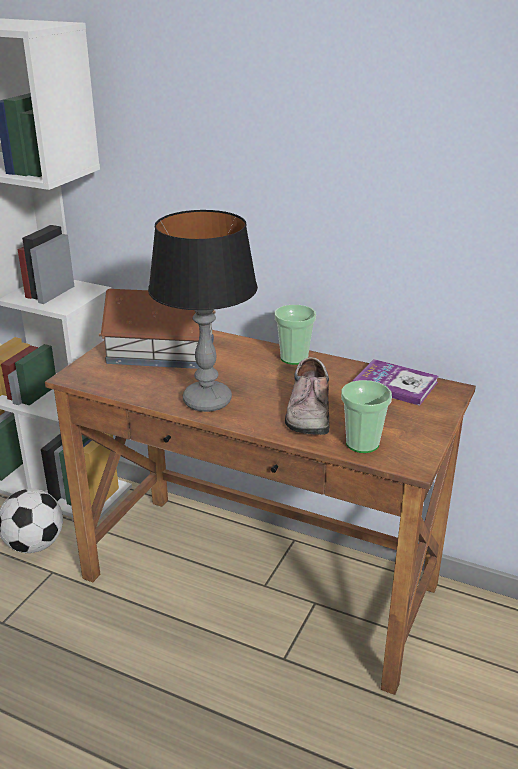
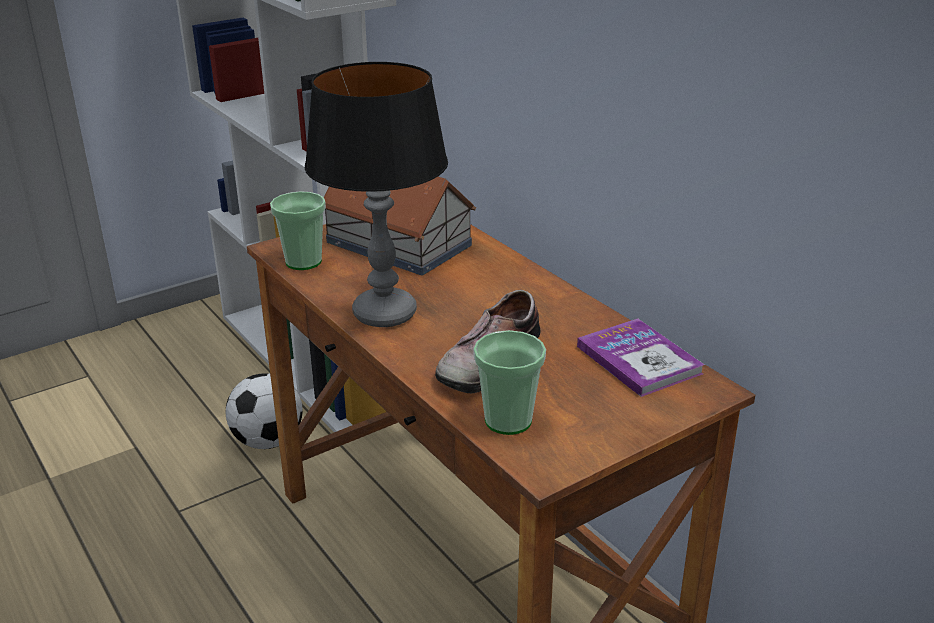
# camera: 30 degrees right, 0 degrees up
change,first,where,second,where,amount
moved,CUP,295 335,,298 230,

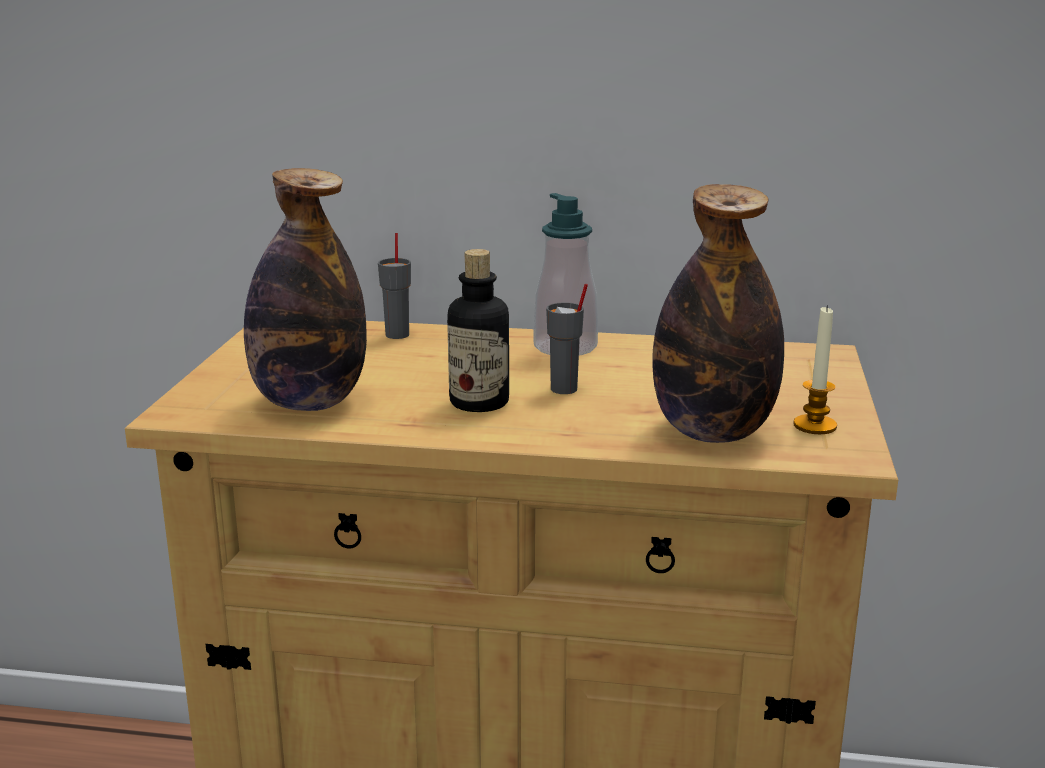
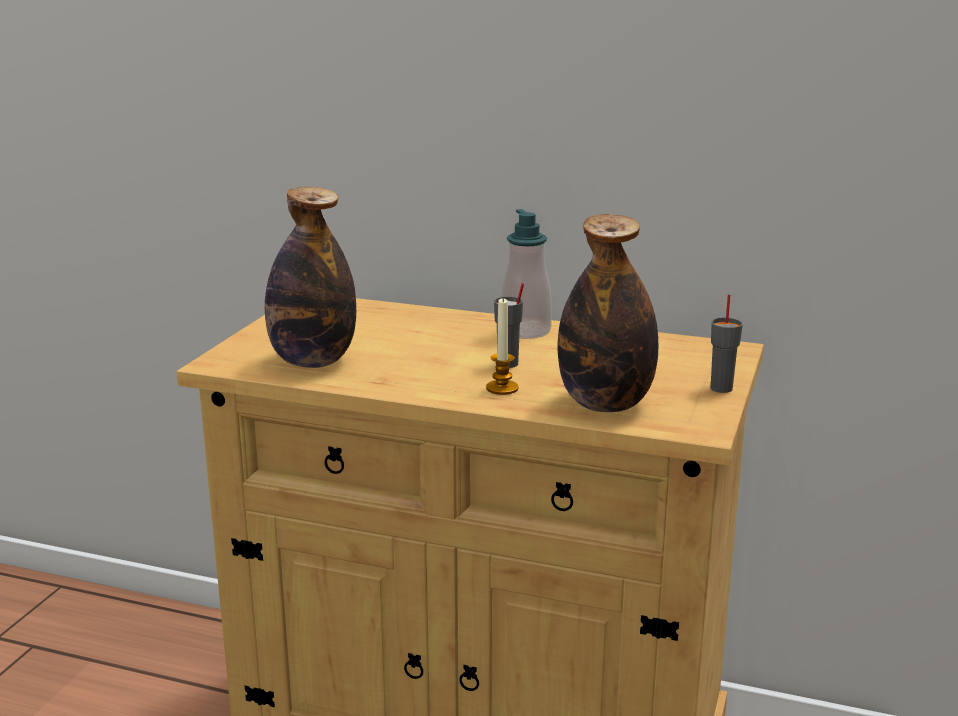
# camera: 10 degrees right, 0 degrees up
change,first,where,second,where,amount
moved,GREY CUP,394 286,,727 344,
removed,BOTTLE,478 330,,,
moved,CANDLE,815 369,,502 346,

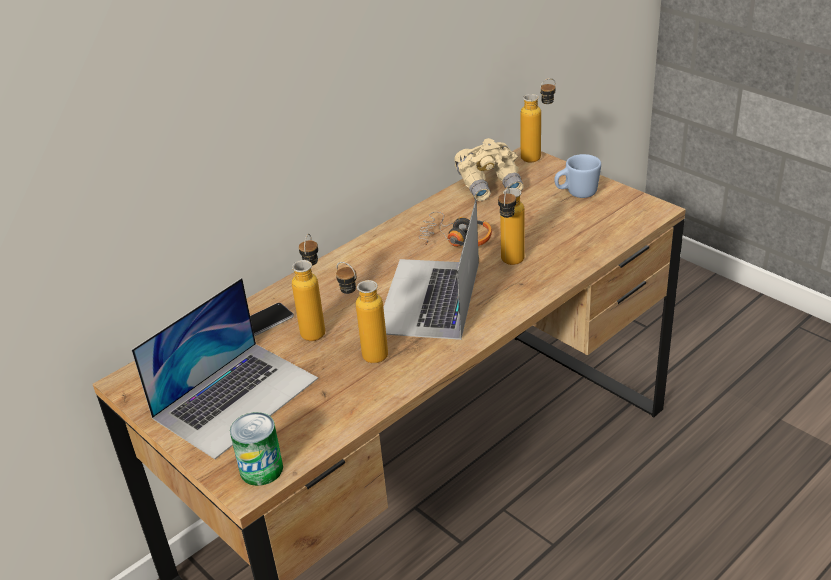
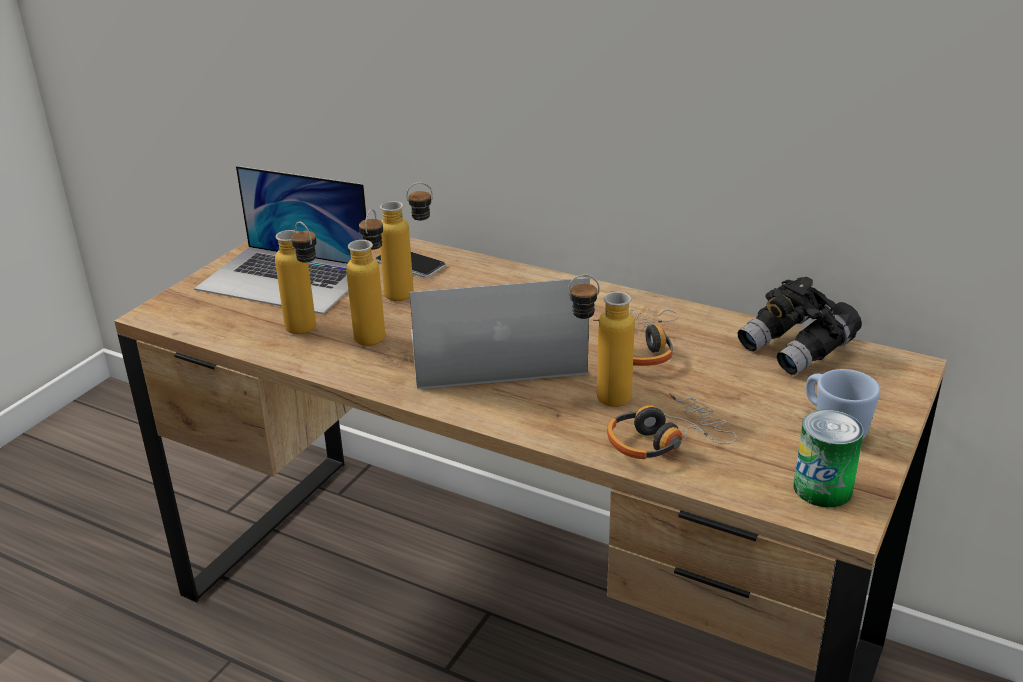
# camera: 70 degrees right, 5 degrees down
change,first,where,second,where,amount
moved,CAN,256 449,,828 458,
recoloured,BEIGE BINOCULARS,489 169,BLACK BINOCULARS,799 326,
moved,BOTTLE,538 120,,296 277,
added,,,HEADPHONES,672 426,

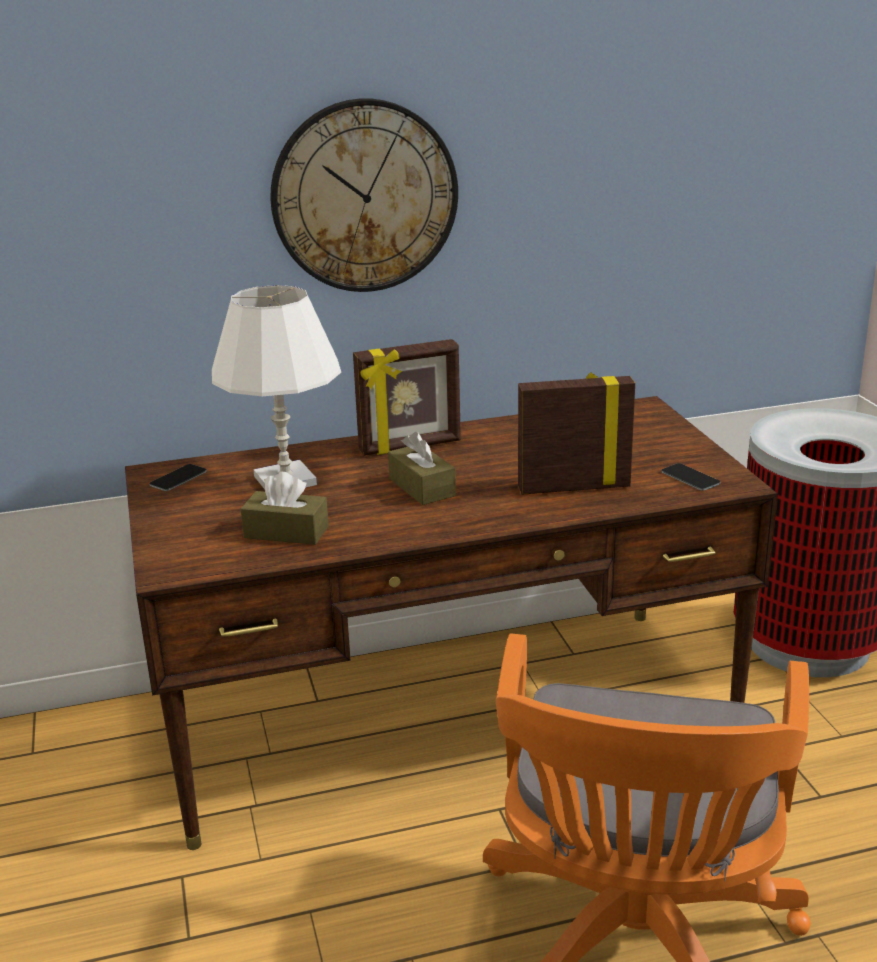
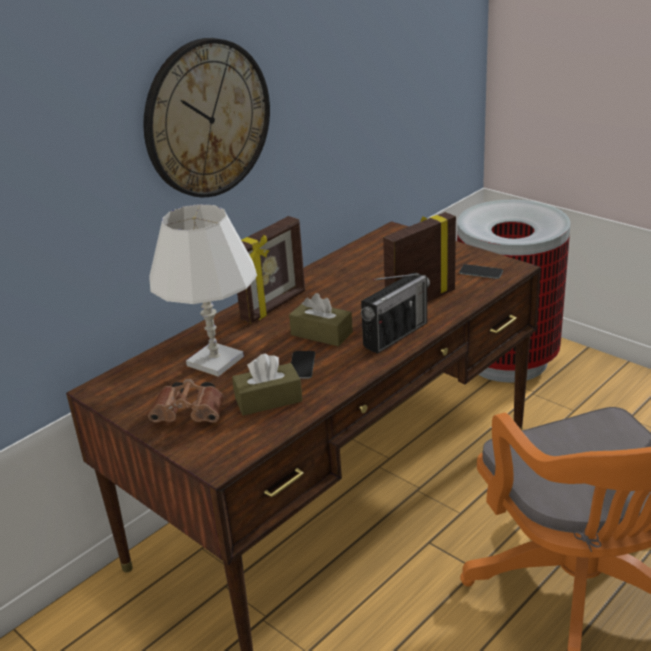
# camera: 30 degrees left, 5 degrees up
change,first,where,second,where,amount
moved,PHONE,178 477,,303 365,
added,,,BROWN BINOCULARS,186 401,
added,,,RADIO,395 313,

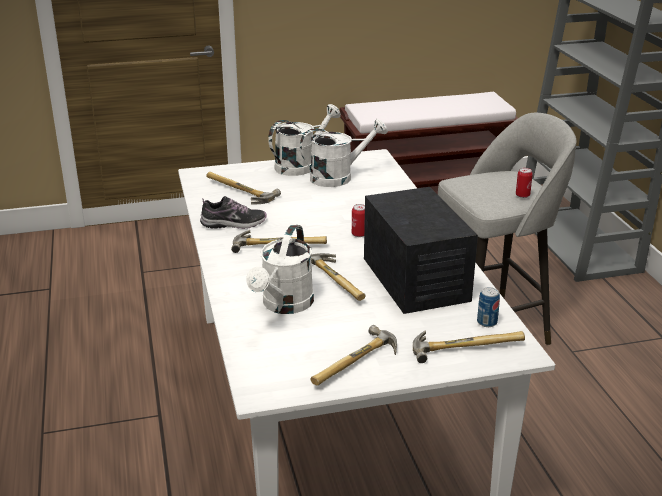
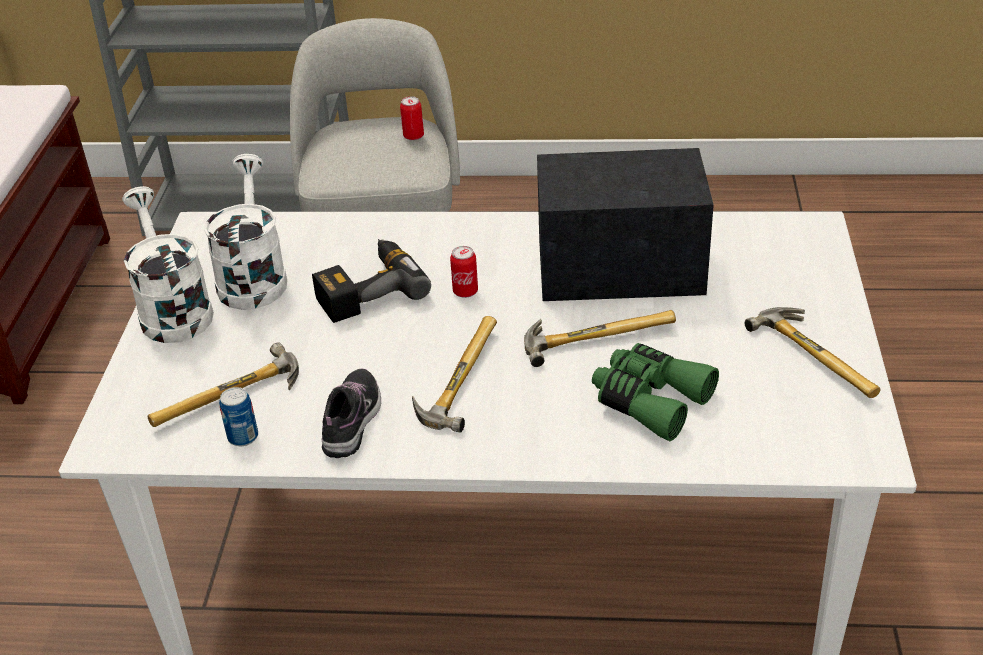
# camera: 70 degrees left, 10 degrees up
change,first,where,second,where,amount
replaced,WHITE WATERING CAN,280 269,GREEN BINOCULARS,655 392,
removed,HAMMER,469 346,,,
moved,CAN,488 307,,238 416,
added,,,POWER DRILL,371 281,

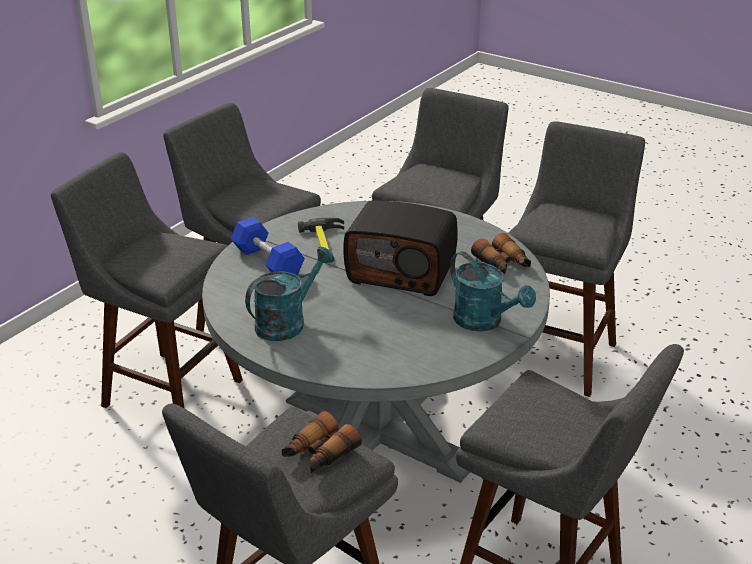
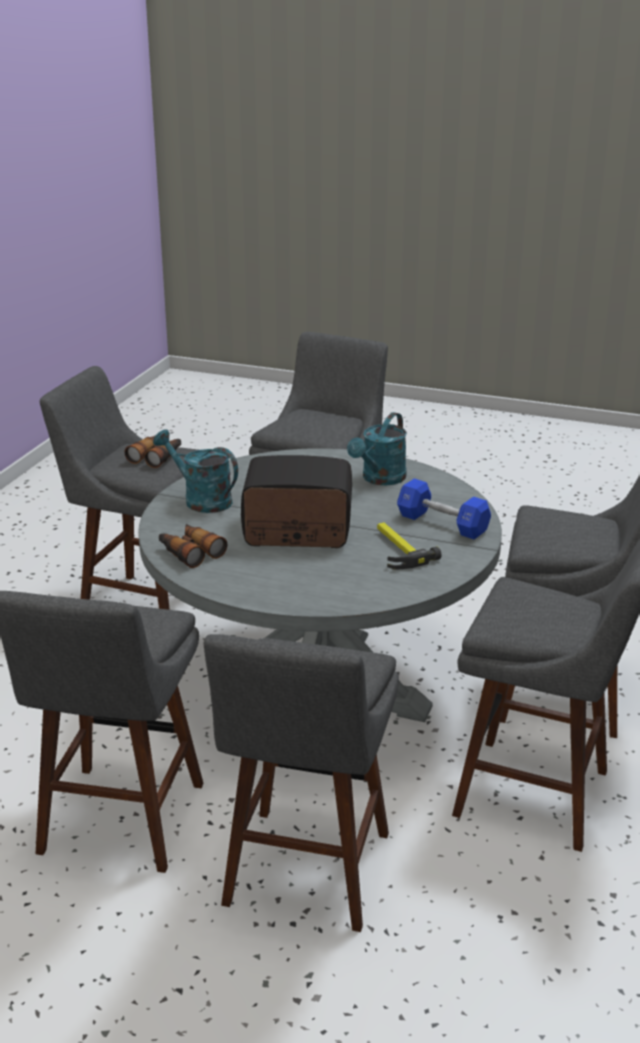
# camera: 165 degrees right, 5 degrees down
change,first,where,second,where,amount
moved,BINOCULARS,322 442,,153 451,

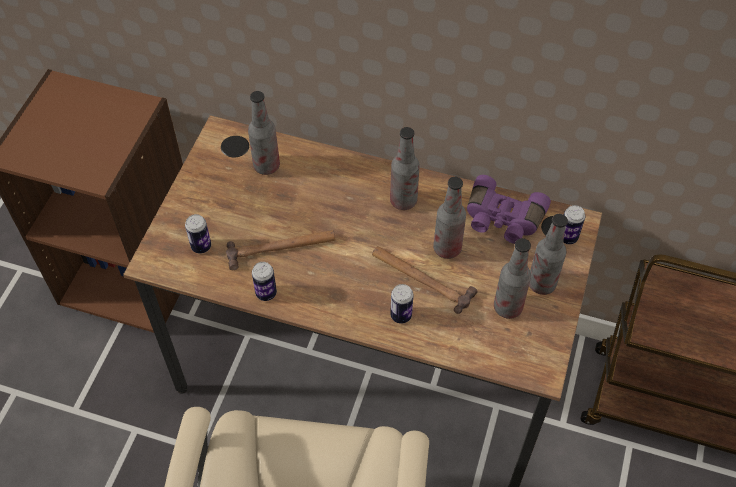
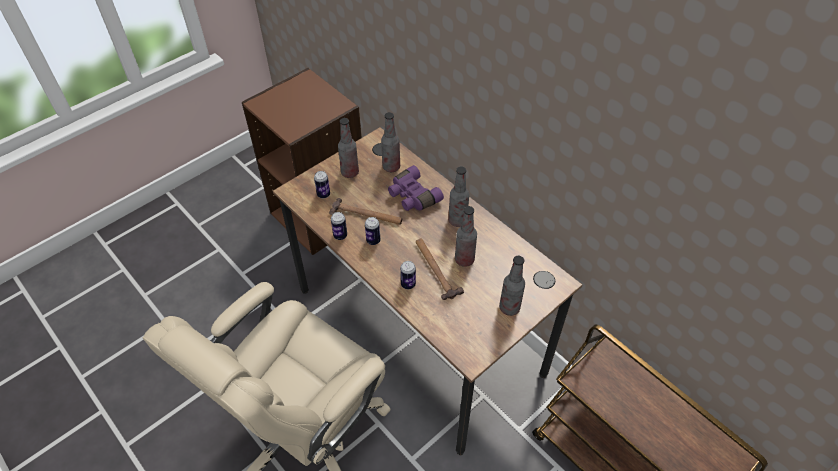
# camera: 30 degrees right, 5 degrees down
change,first,where,second,where,amount
moved,PURPLE BINOCULARS,509 209,,416 188,
moved,BOTTLE,512 278,,348 148,
moved,CAN,574 224,,372 231,

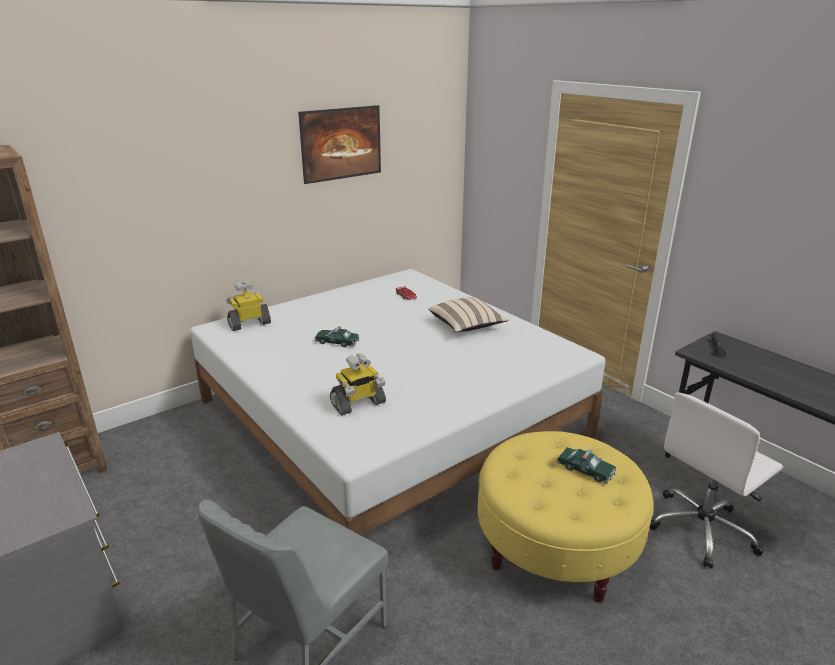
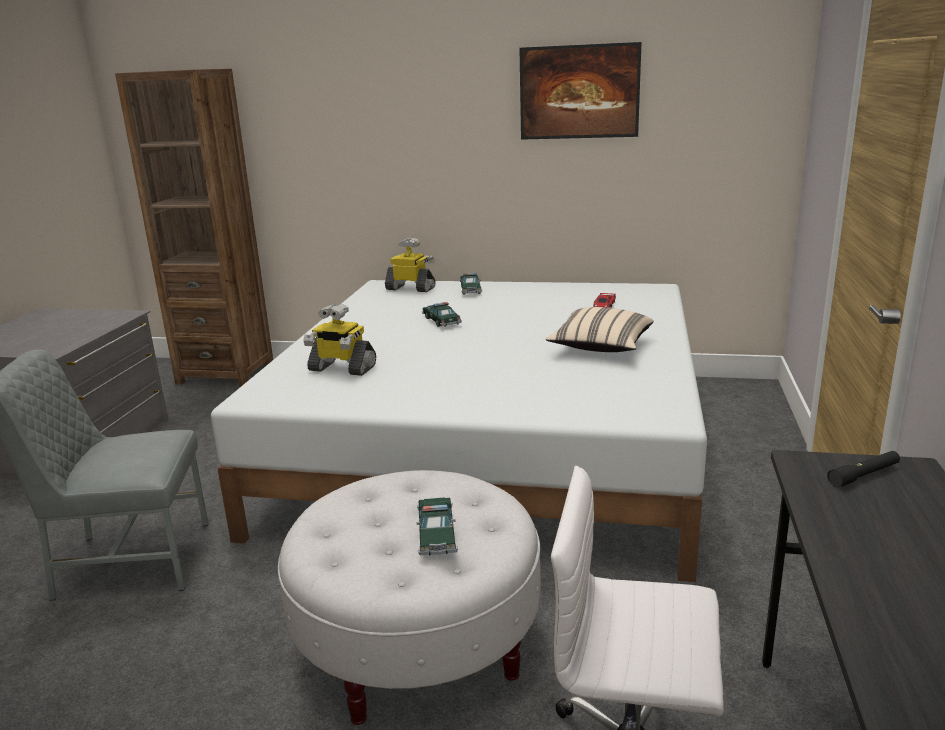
# camera: 50 degrees right, 5 degrees down
change,first,where,second,where,amount
recoloured,YELLOW OTTOMAN,566 517,WHITE OTTOMAN,409 597,
added,,,TOY CAR,471 284,

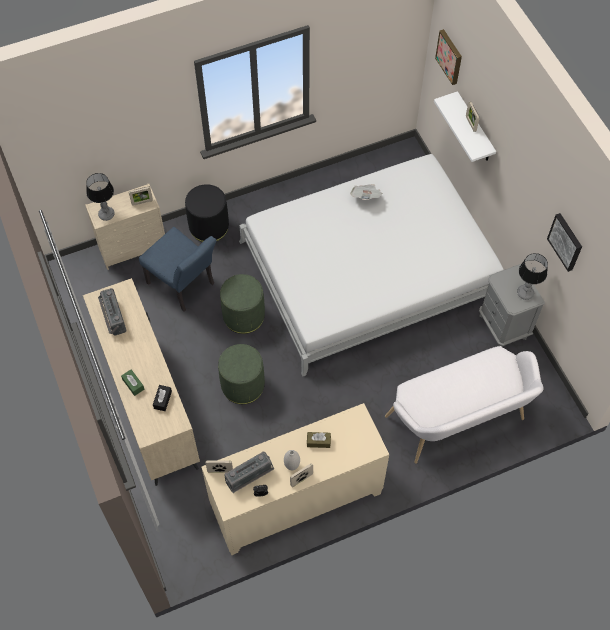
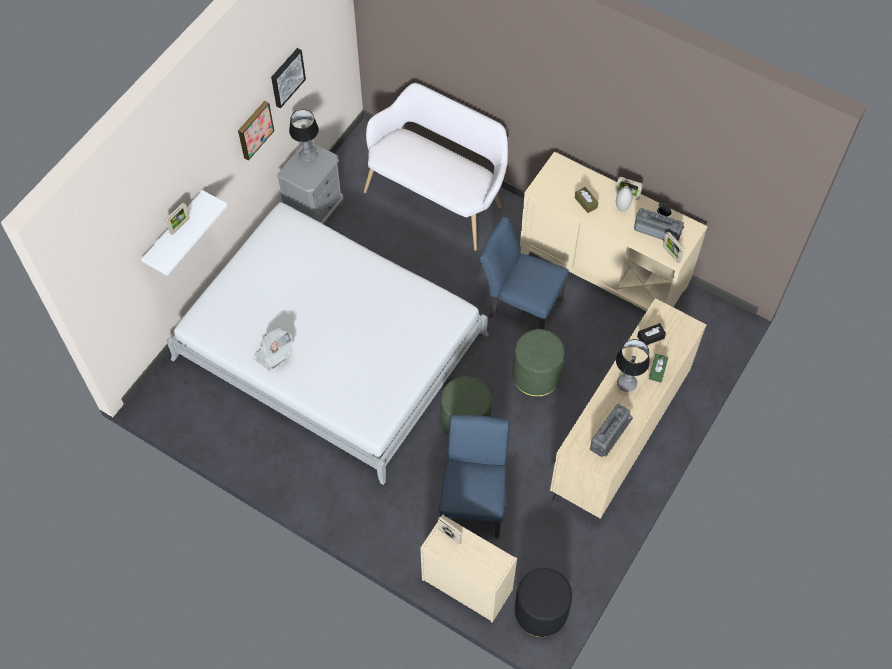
# camera: 125 degrees left, 0 degrees up
change,first,where,second,where,amount
moved,TABLE LAMP,100 197,,633 365,
moved,BLACK OTTOMAN,207 213,,543 602,
moved,PICTURE,448 57,,256 131,
added,,,BLUE CHAIR,524 273,

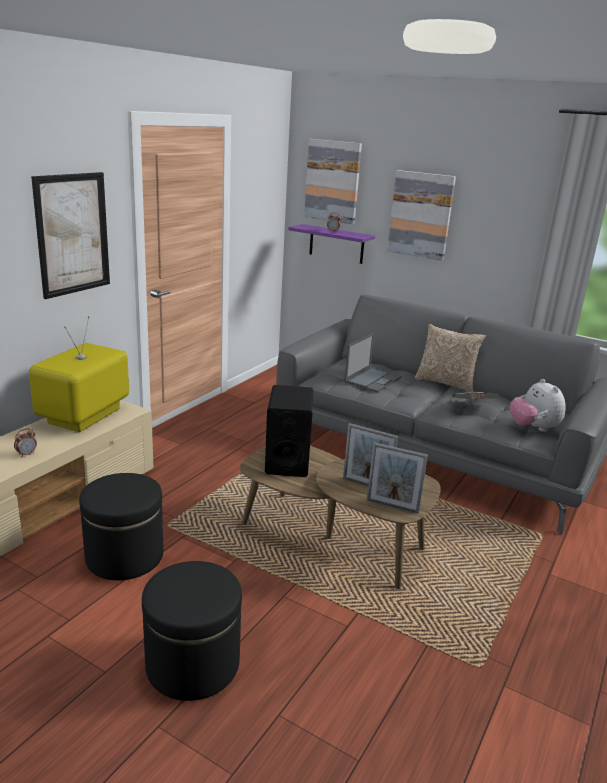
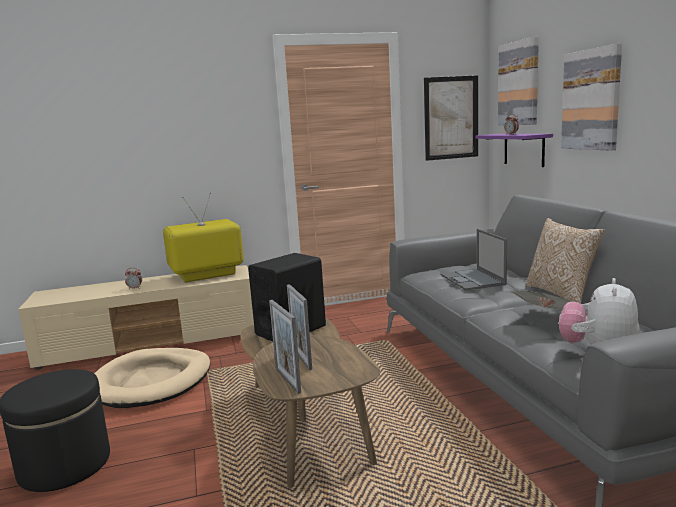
# camera: 45 degrees right, 10 degrees down
change,first,where,second,where,amount
moved,PICTURE,70 235,,451 118,
replaced,BLACK OTTOMAN,121 526,BEIGE DOG BED,152 378,
turned,LAPTOP,373 362,,473 259,90 degrees clockwise

